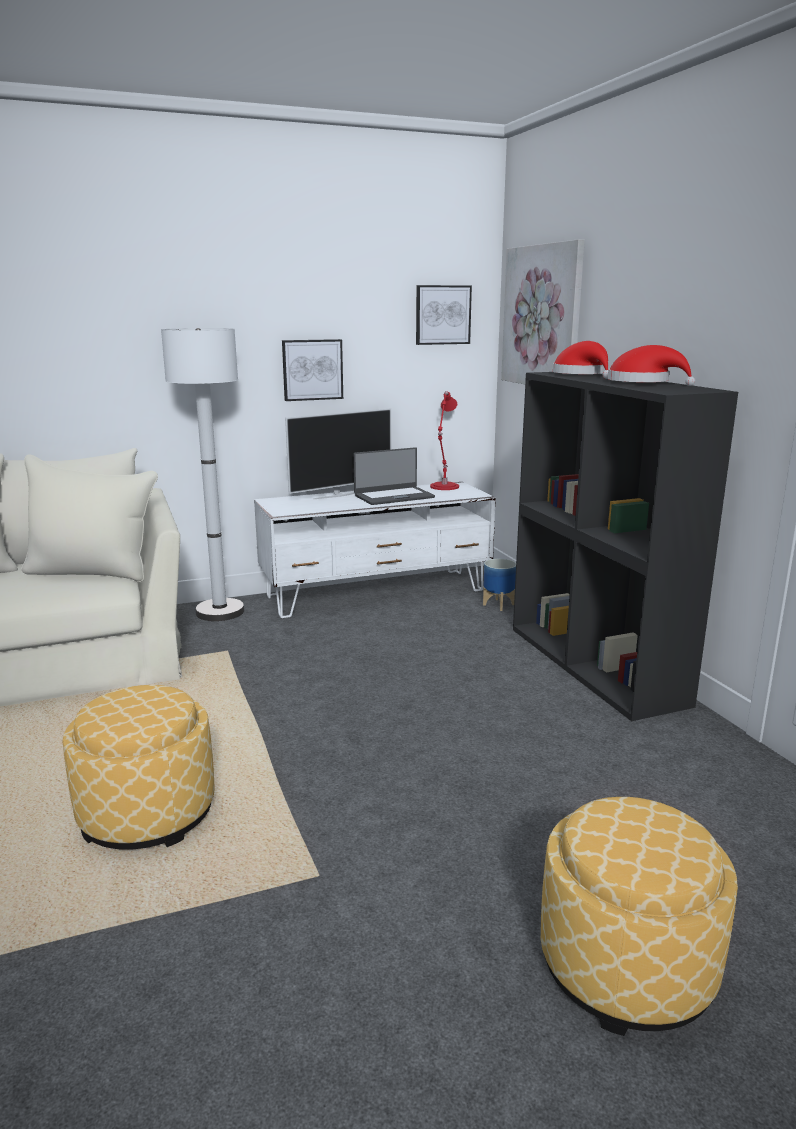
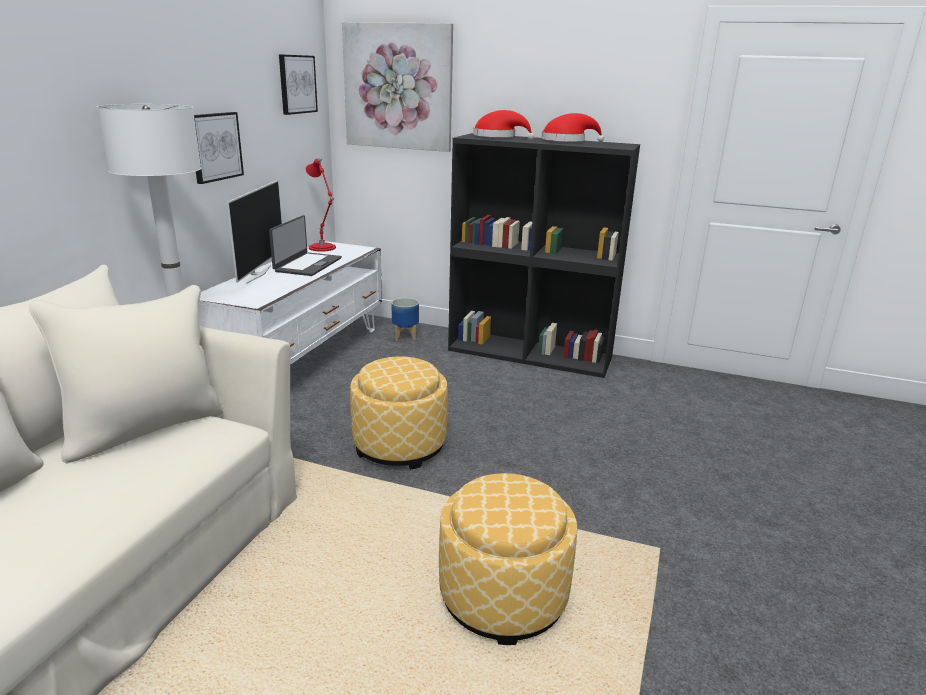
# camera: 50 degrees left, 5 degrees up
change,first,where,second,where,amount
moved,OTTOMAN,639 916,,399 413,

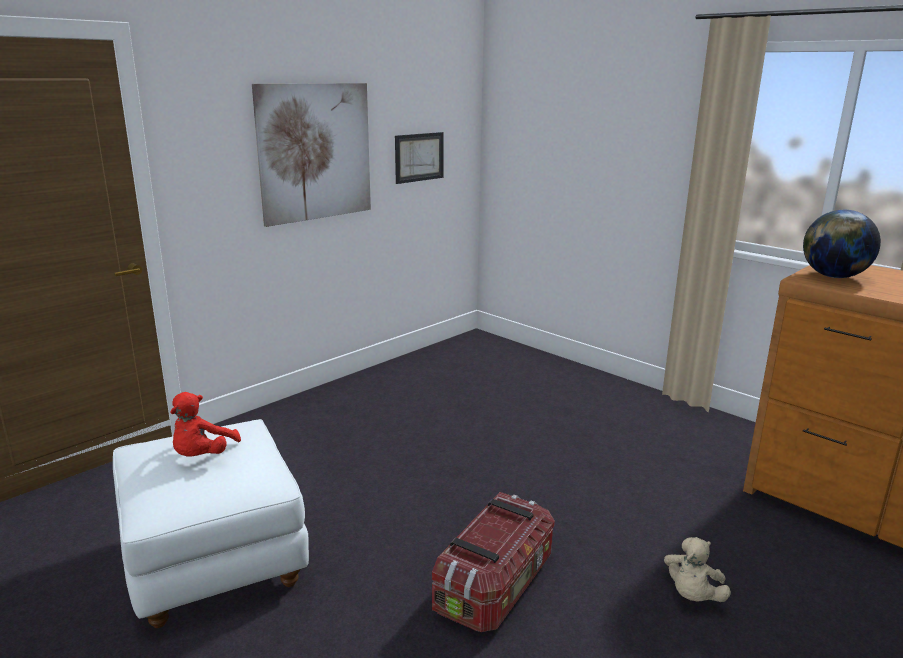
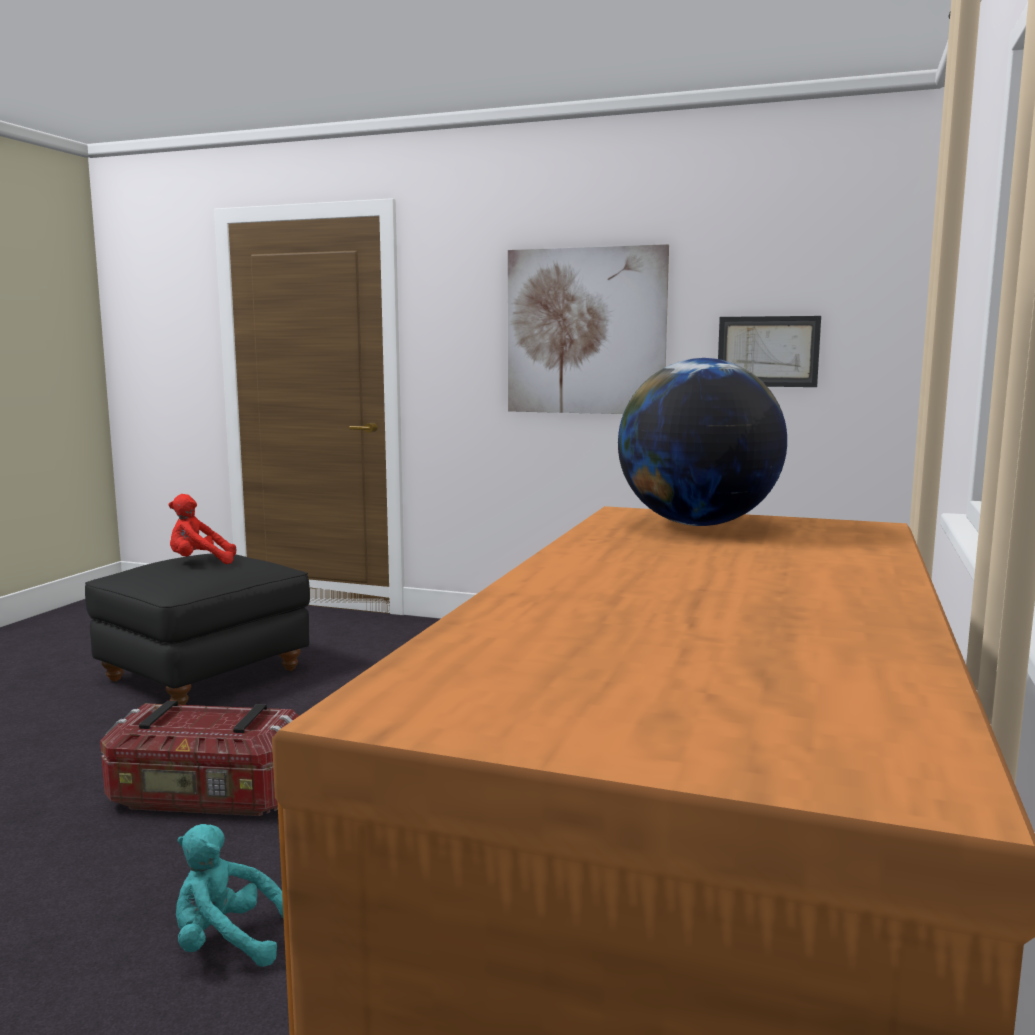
# camera: 65 degrees right, 10 degrees down
change,first,where,second,where,amount
recoloured,WHITE OTTOMAN,211 523,BLACK OTTOMAN,197 629,
recoloured,BEIGE PLUSH TOY,697 569,TURQUOISE PLUSH TOY,230 895,

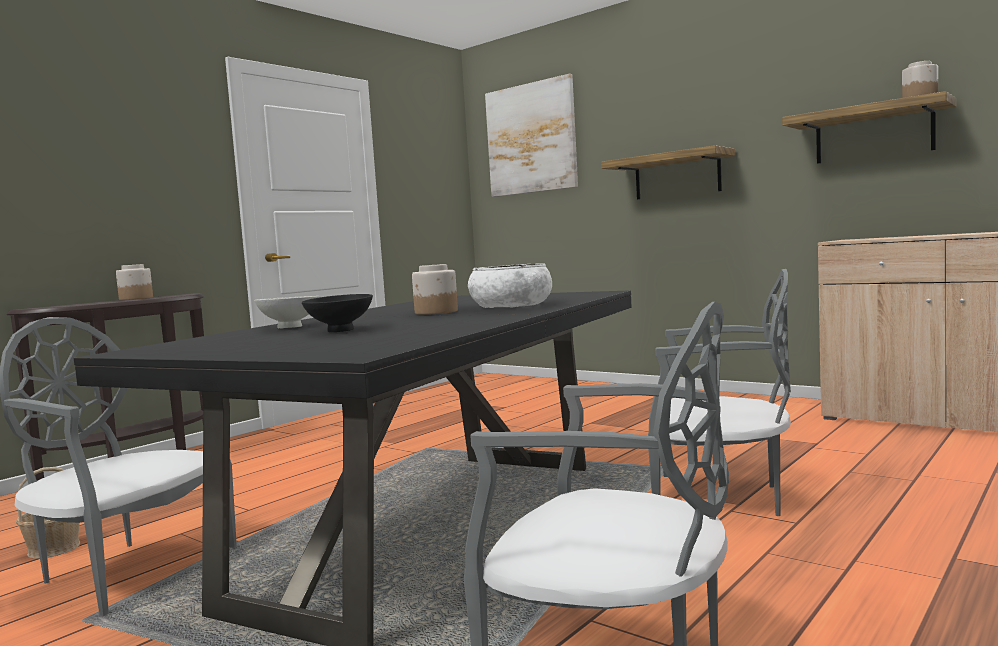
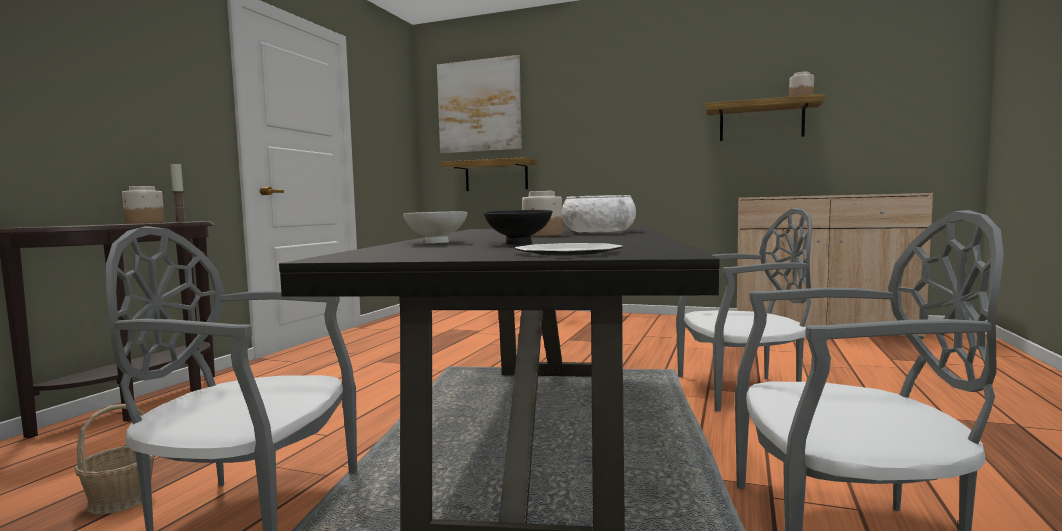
# camera: 20 degrees left, 0 degrees up
change,first,where,second,where,amount
moved,SHELF,668 172,,489 174,
added,,,CANDLE,178 192,
added,,,PLATE,569 249,

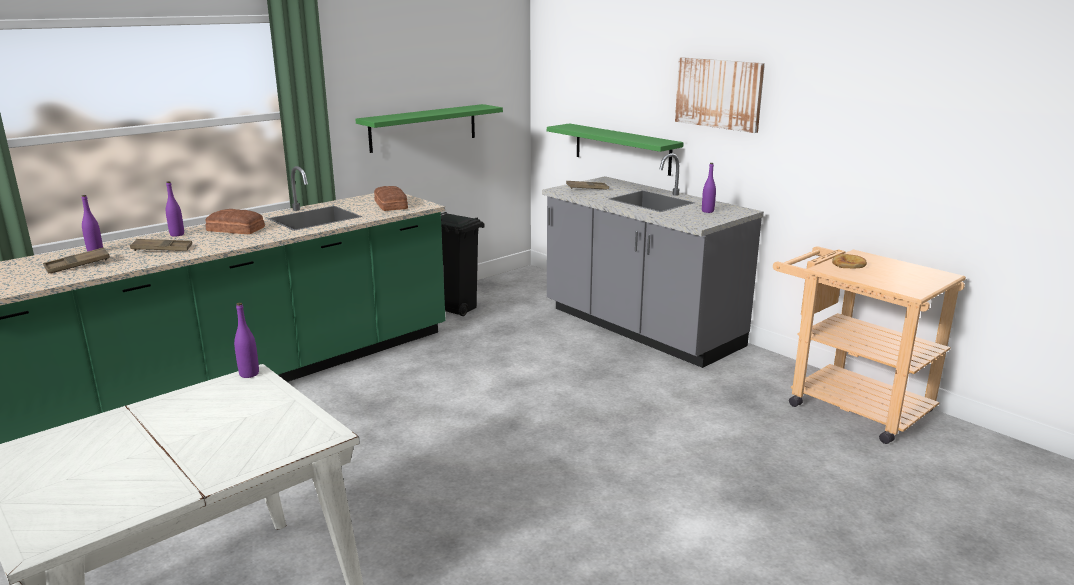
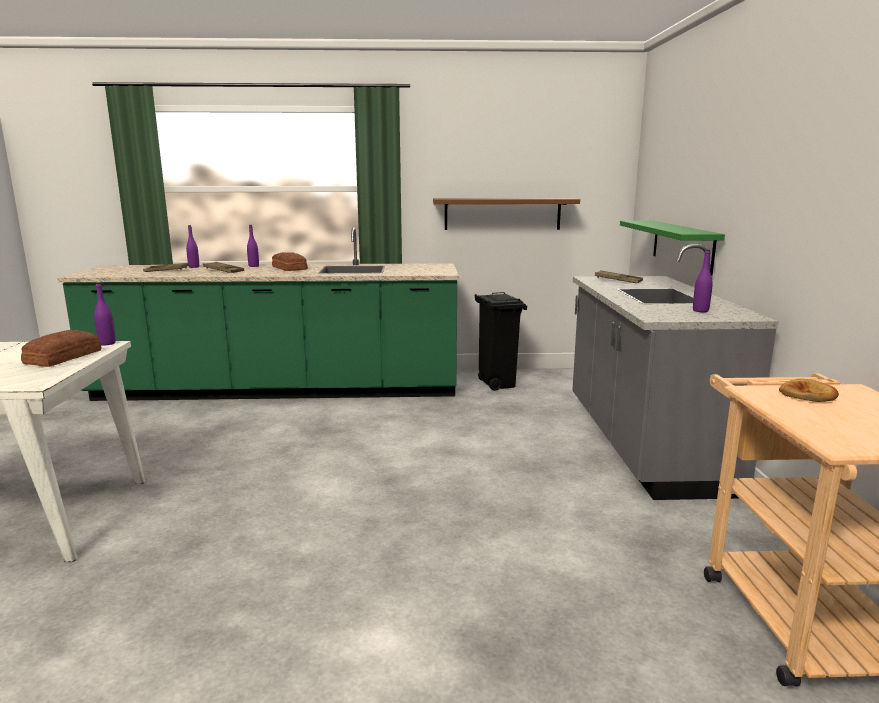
# camera: 40 degrees right, 5 degrees down
change,first,where,second,where,amount
recoloured,GREEN SHELF,429 128,BROWN SHELF,506 214,
moved,BREAD,391 198,,61 348,
removed,PICTURE,720 95,,,

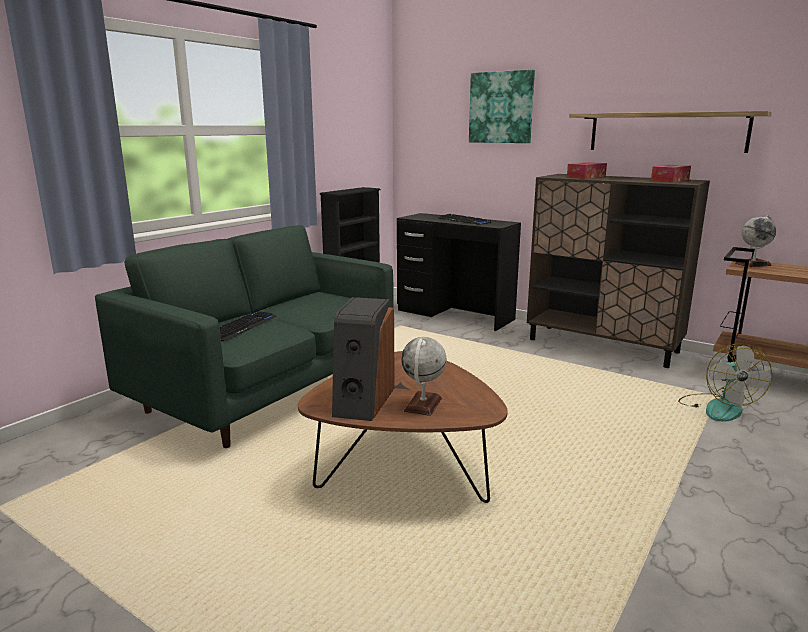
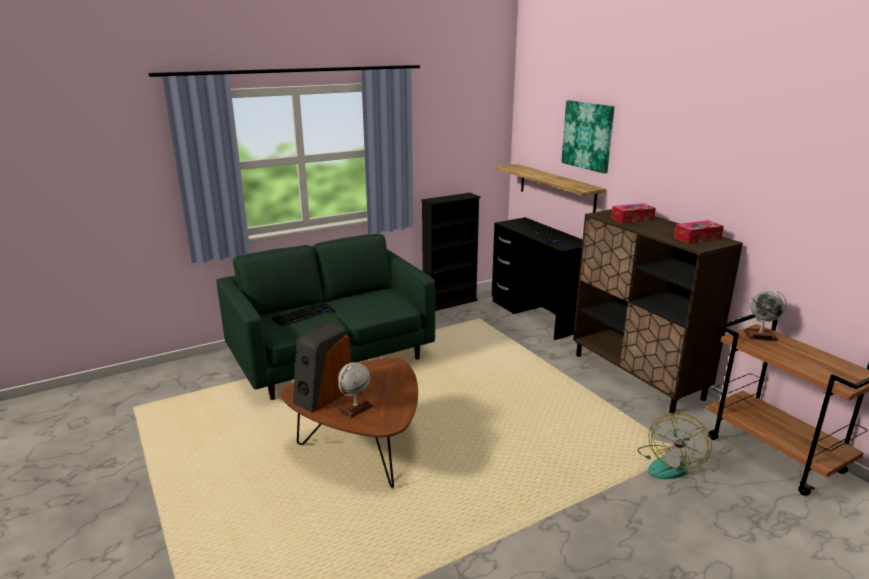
# camera: 25 degrees right, 5 degrees up
change,first,where,second,where,amount
moved,SHELF,670 132,,551 188,

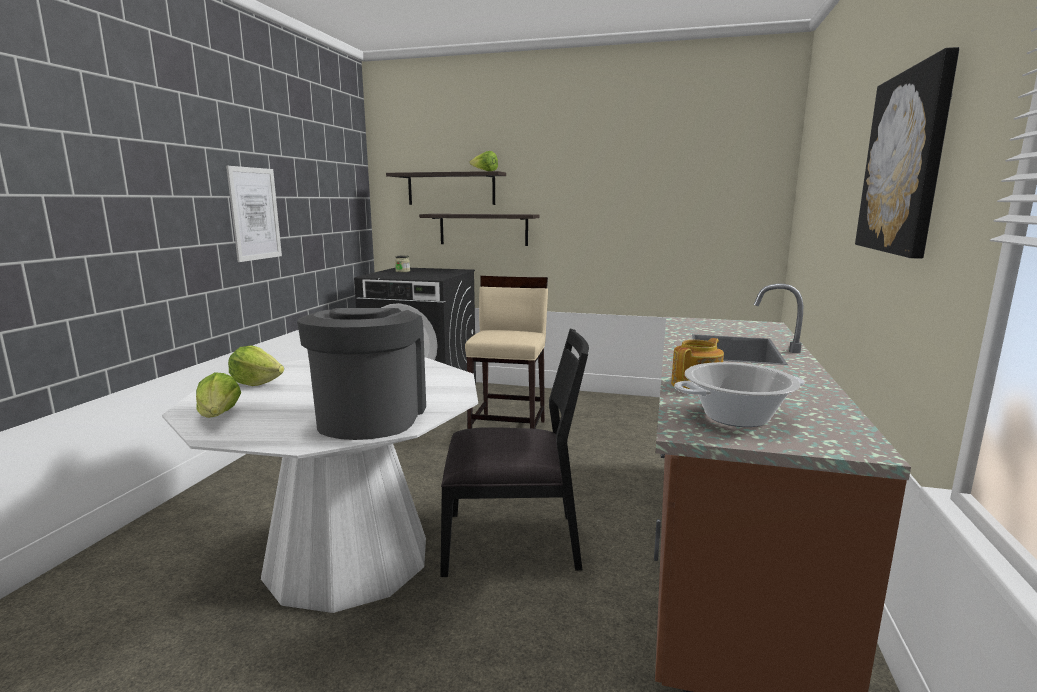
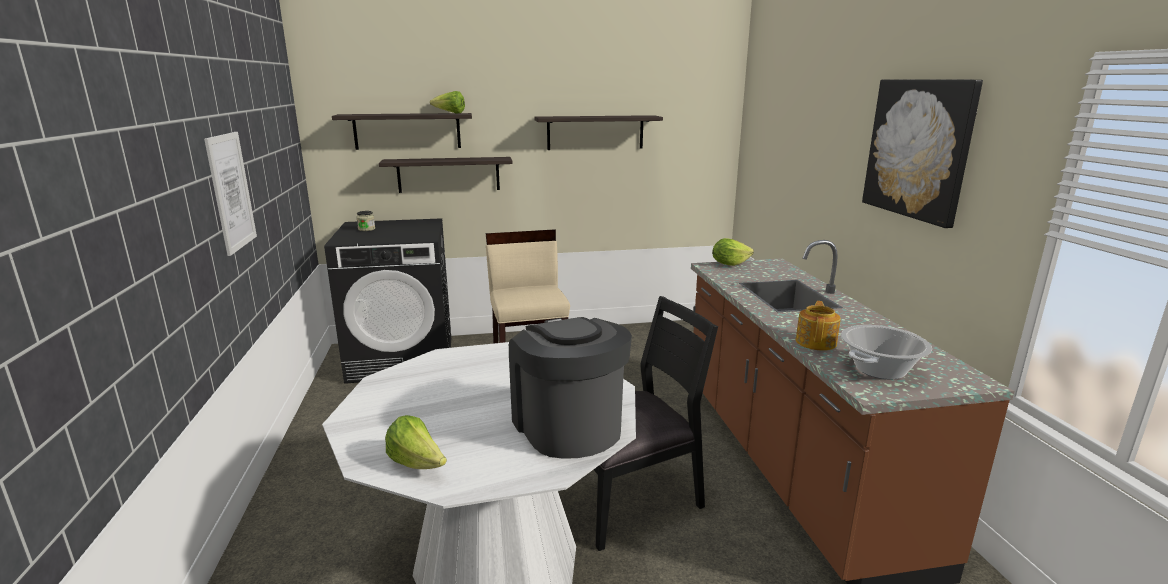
# camera: 25 degrees left, 5 degrees up
change,first,where,second,where,amount
moved,LETTUCE,256 365,,733 252,
added,,,SHELF,598 132,

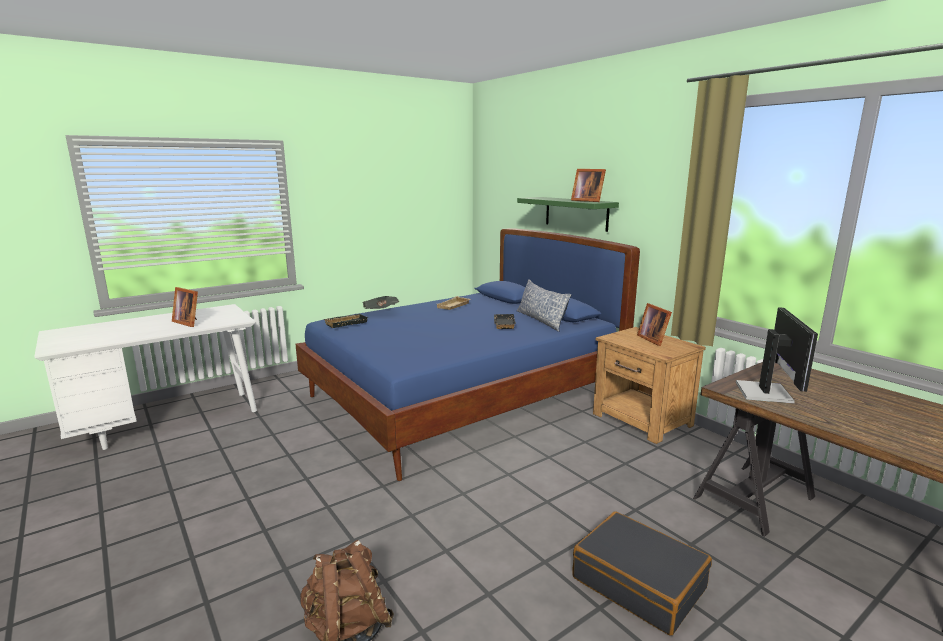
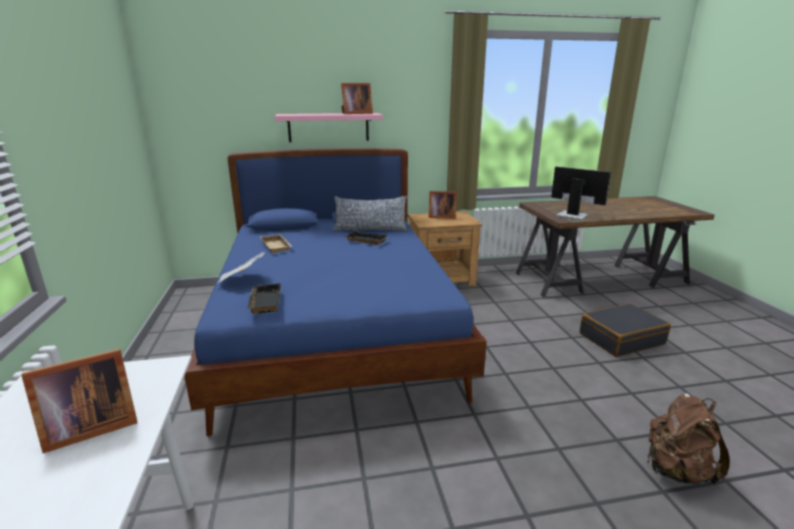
# camera: 65 degrees left, 5 degrees up
change,first,where,second,where,amount
recoloured,GREEN SHELF,568 214,PINK SHELF,328 127,

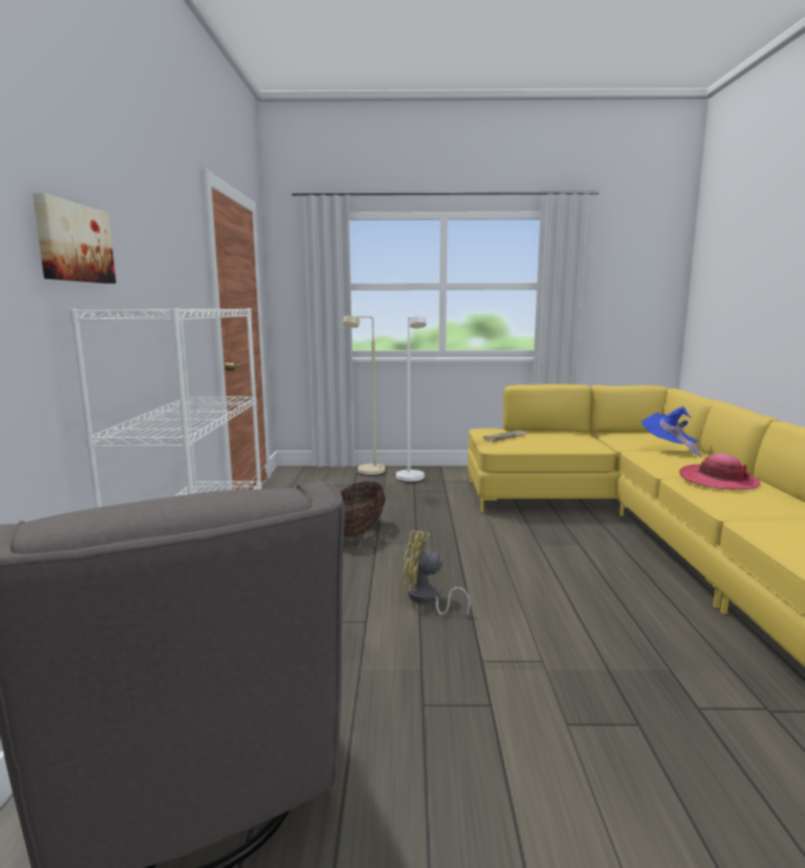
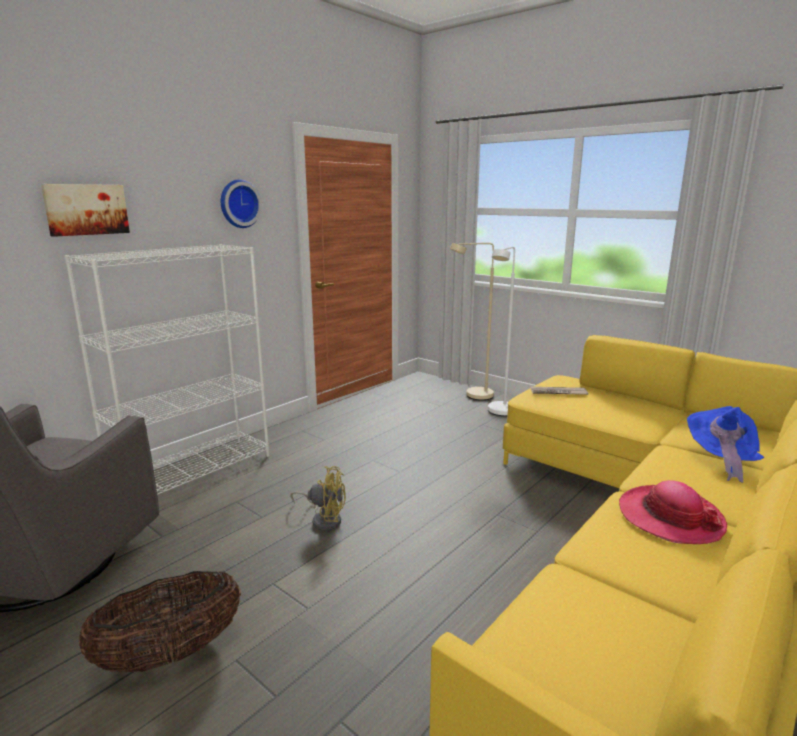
# camera: 40 degrees right, 5 degrees up
change,first,where,second,where,amount
moved,BASKET,362 509,,160 621,
turned,YELLOW FAN,436 574,,318 498,135 degrees clockwise
added,,,WALL CLOCK,241 203,

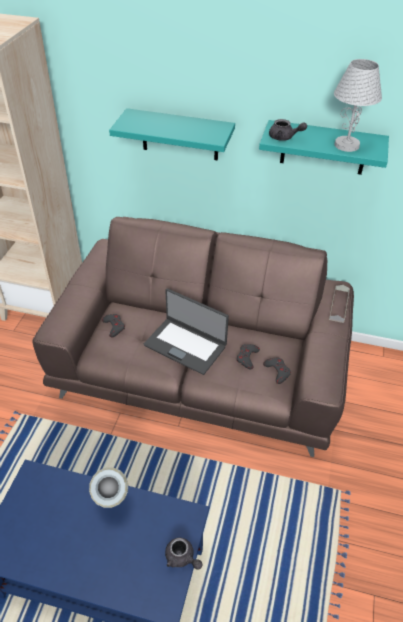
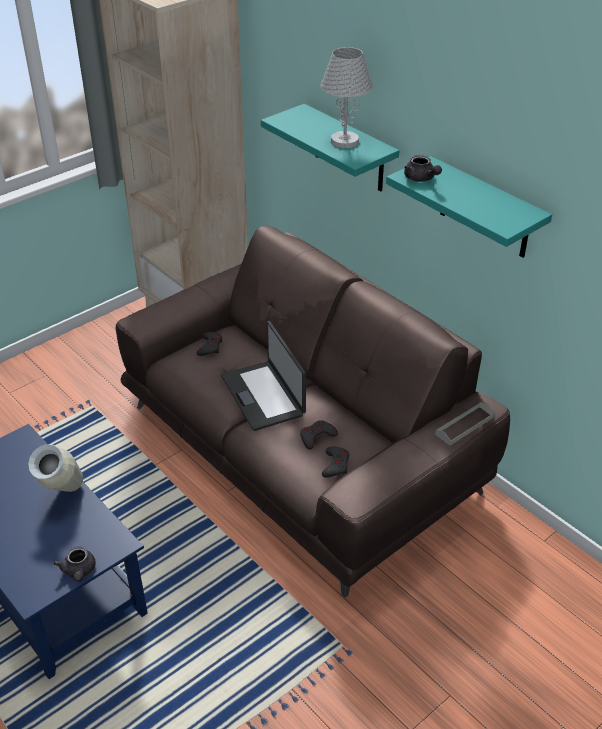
# camera: 35 degrees right, 5 degrees down
change,first,where,second,where,amount
moved,WHITE TABLE LAMP,358 105,,346 97,

